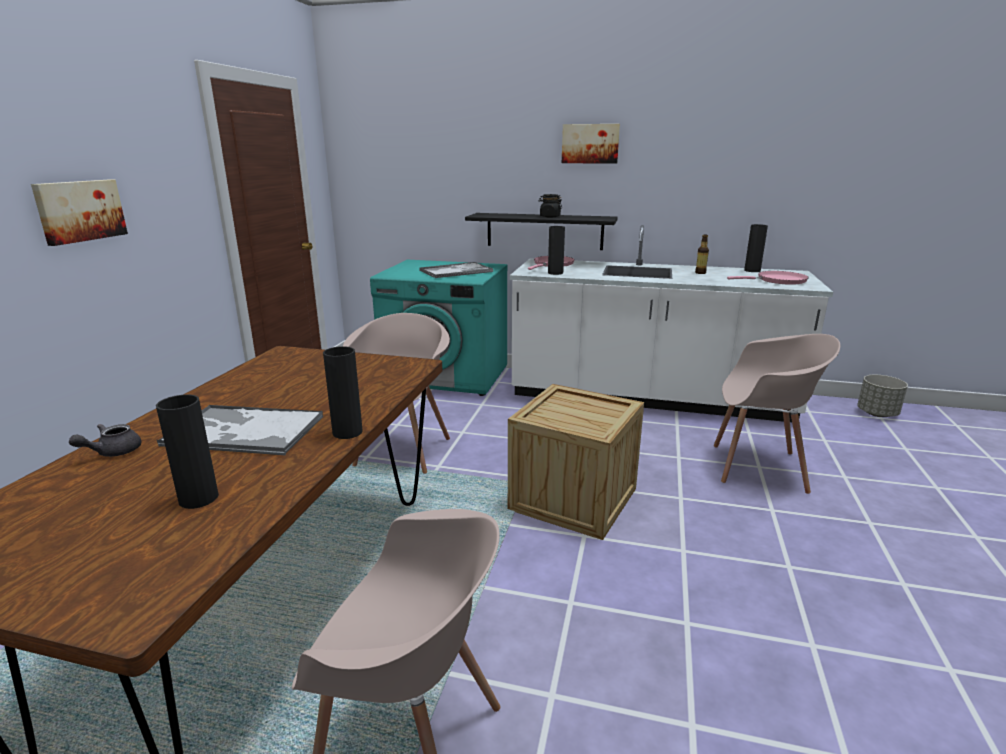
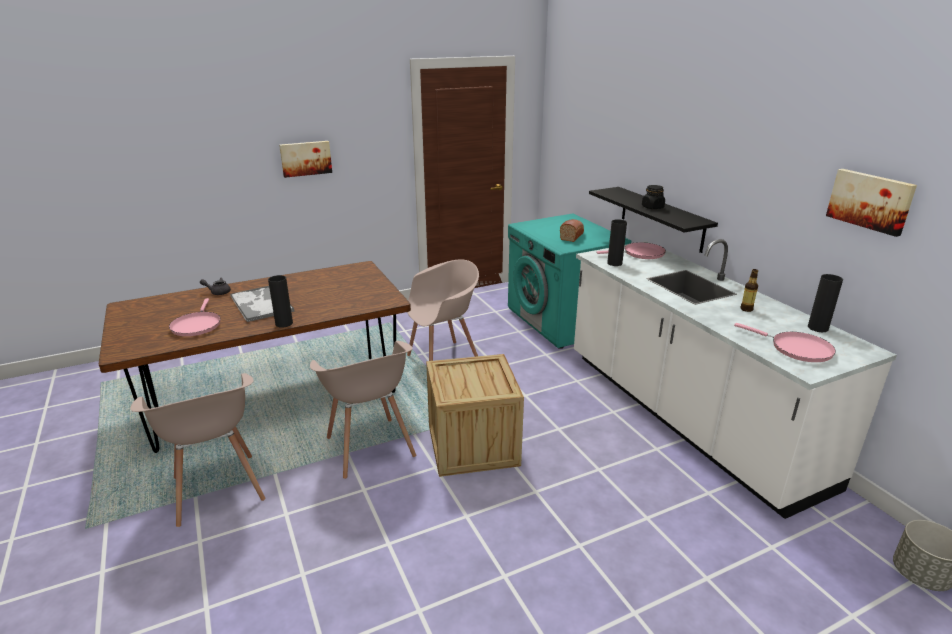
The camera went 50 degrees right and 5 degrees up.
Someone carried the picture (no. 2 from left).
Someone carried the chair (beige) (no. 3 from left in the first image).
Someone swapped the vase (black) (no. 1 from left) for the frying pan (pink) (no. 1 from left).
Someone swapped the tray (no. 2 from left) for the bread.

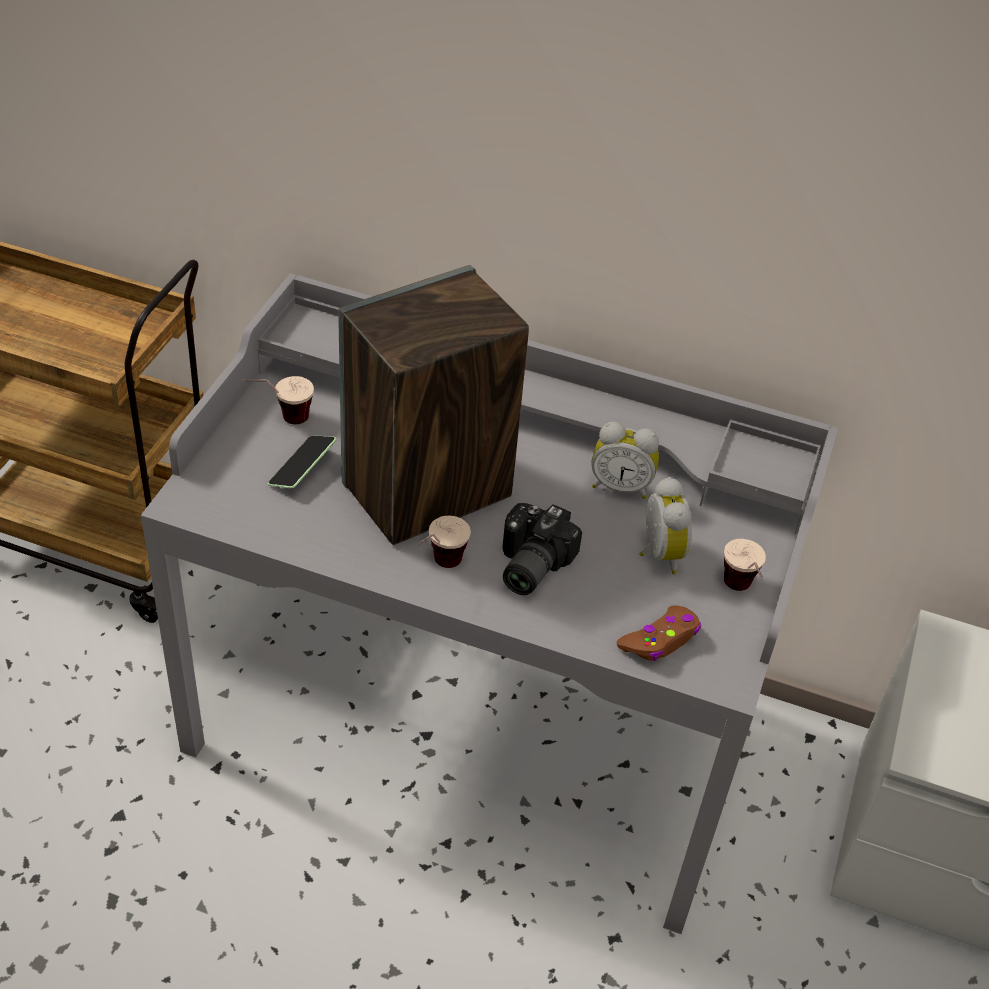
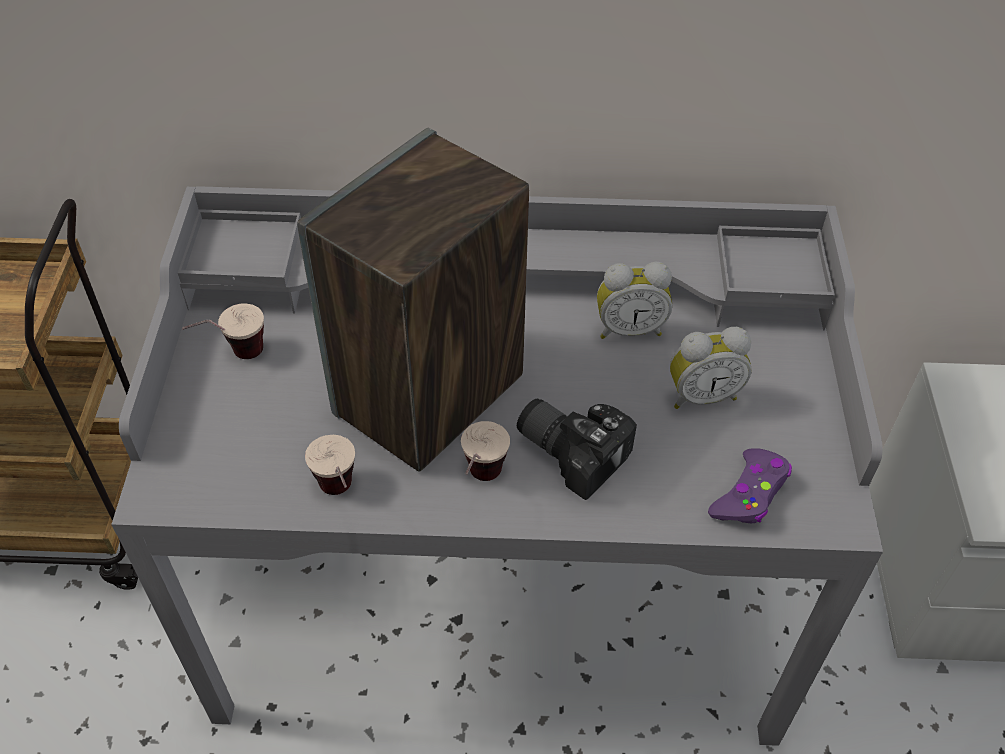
The camera went 15 degrees left and 5 degrees up.
Someone took away the phone.
Someone carried the cup (no. 3 from left in the first image).
Someone repainted the game controller (brown), which became the game controller (purple).
Someone rotated the photo camera by 120 degrees clockwise.
Someone rotated the alarm clock (no. 2 from left) by 105 degrees clockwise.

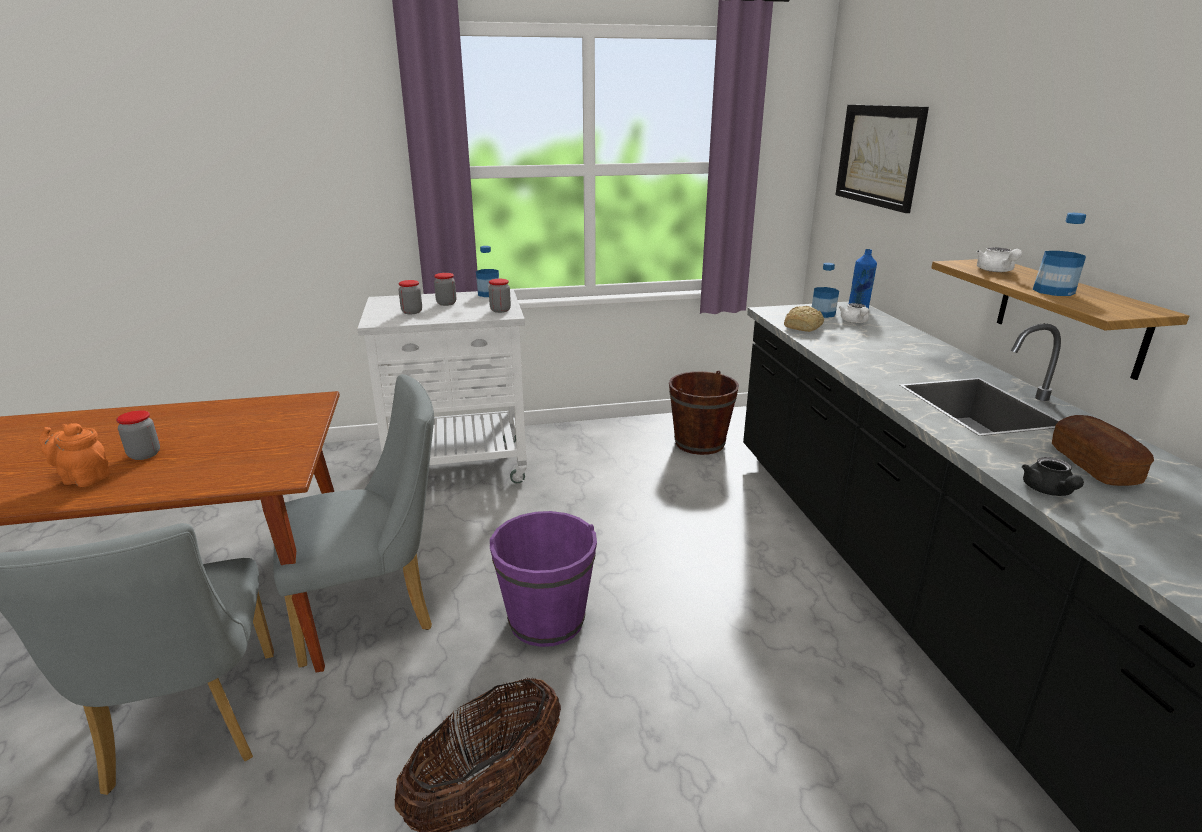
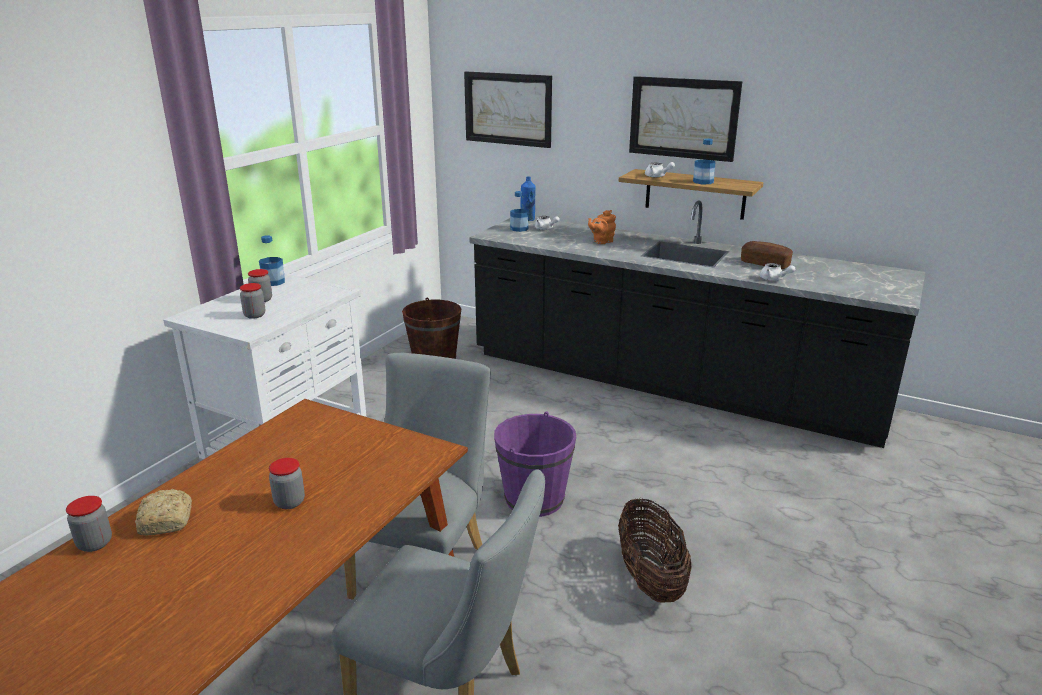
The camera went 50 degrees left and 0 degrees up.
Someone put up the picture (no. 2 from left).
Someone carried the teapot (orange).
Someone carried the jar (no. 4 from left in the first image).
Someone carried the bread (no. 1 from left).
Someone repainted the teapot (black), which became the teapot (white) (no. 3 from left).

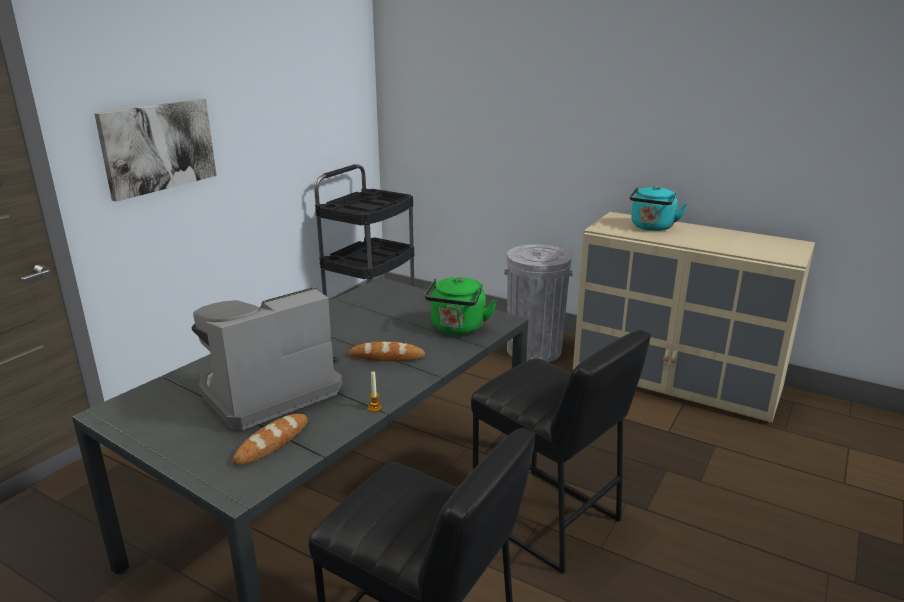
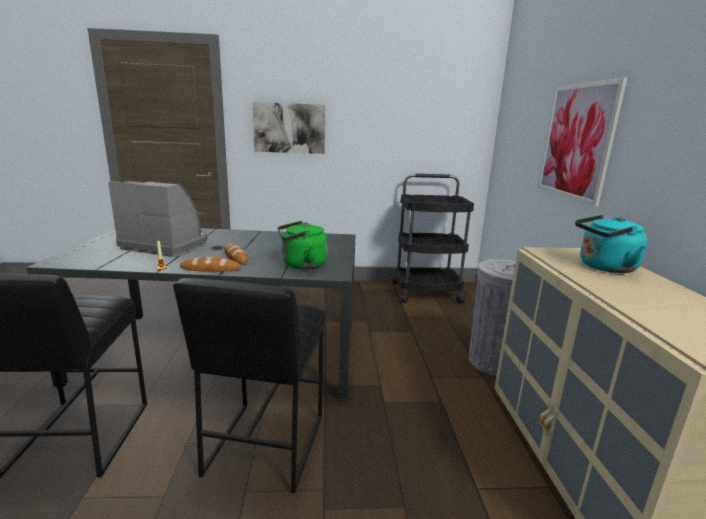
The camera went 55 degrees right and 5 degrees down.
Someone put up the picture (no. 2 from left).
Someone carried the bread (no. 1 from left).

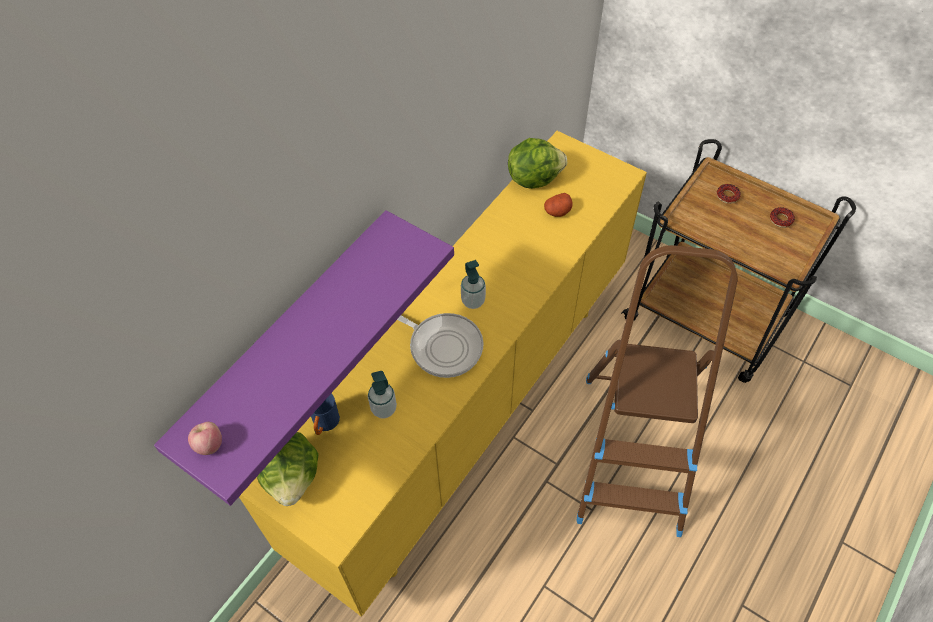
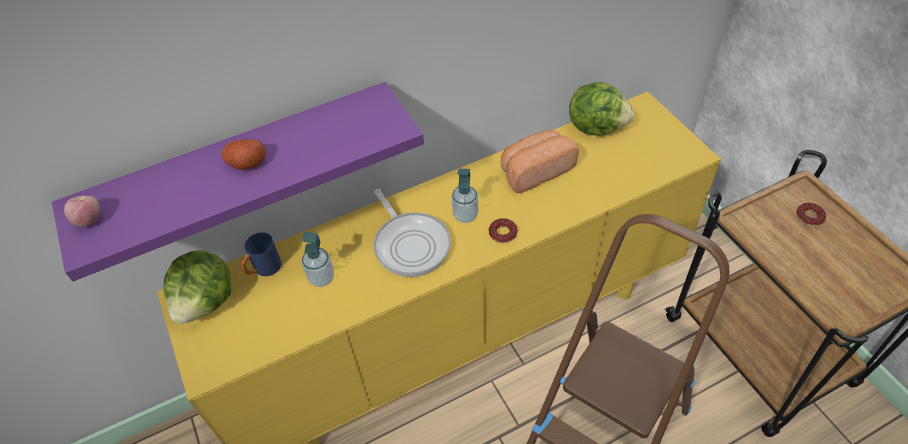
The camera went 30 degrees right and 5 degrees down.
Someone put down the bread.
Someone carried the potato.
Someone carried the donut (no. 2 from left in the first image).

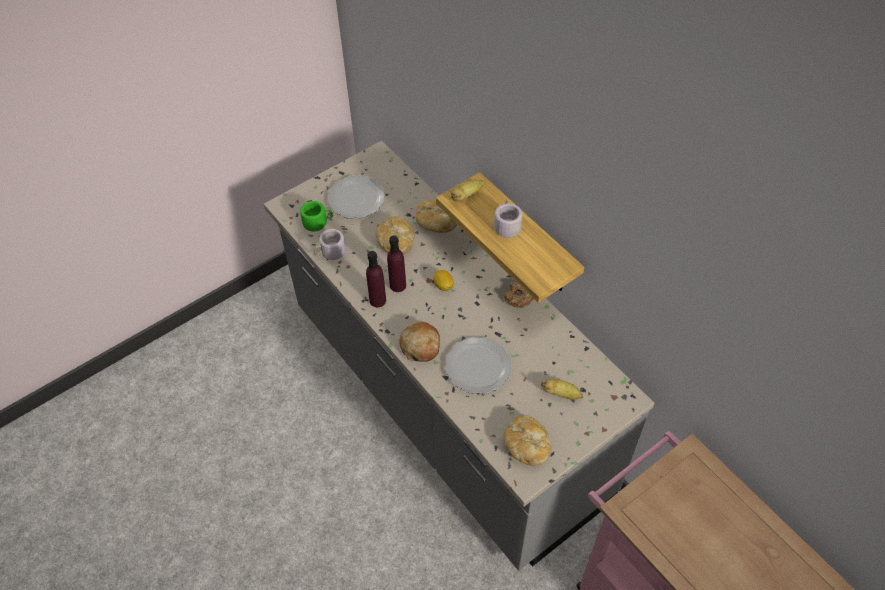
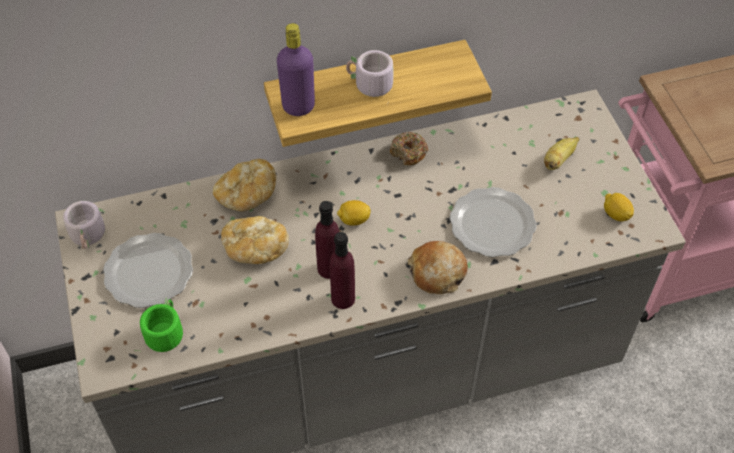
The camera went 70 degrees left and 0 degrees up.
Someone carried the mug (grey) (no. 1 from left).
Someone swapped the banana (no. 1 from left) for the bottle (purple) (no. 1 from left).
Someone swapped the bread (no. 4 from left) for the lemon (no. 2 from left).

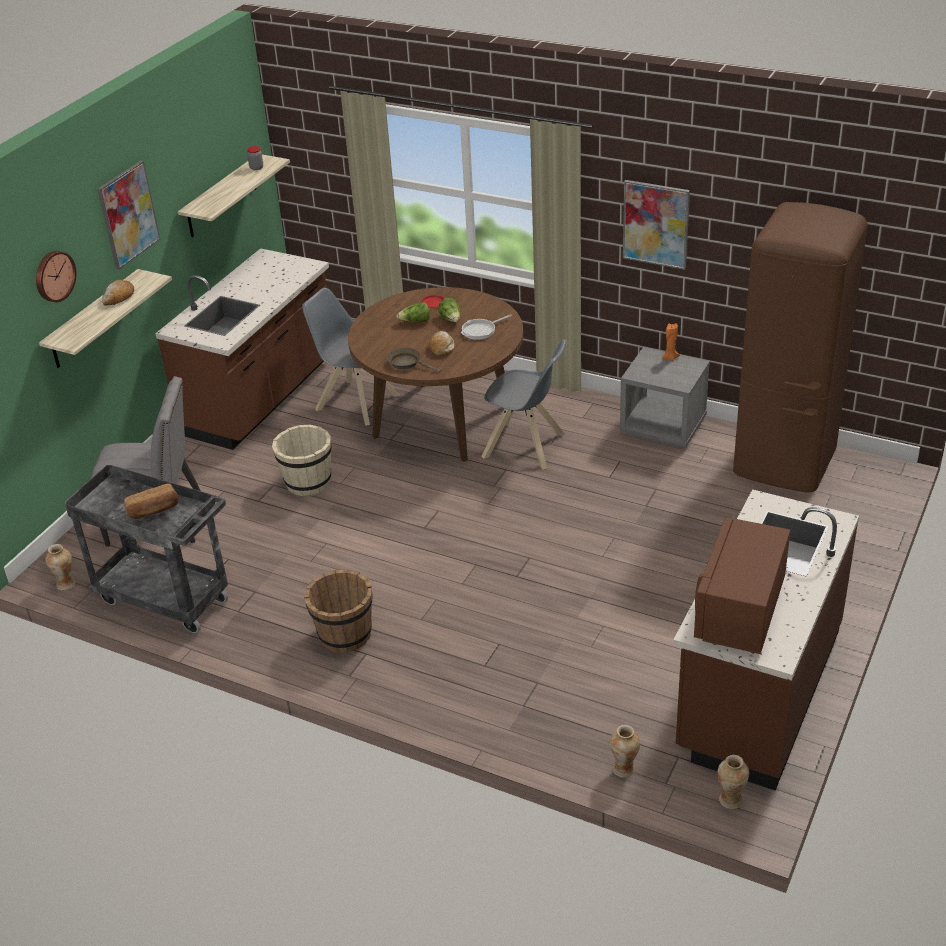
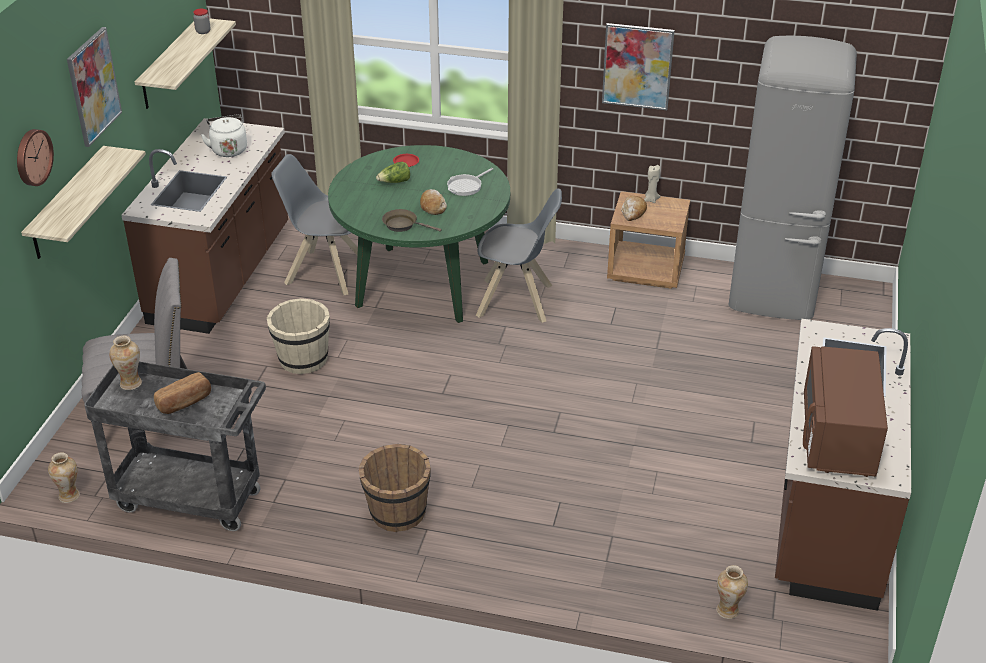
The camera went 15 degrees left and 0 degrees up.
Someone took away the lettuce (no. 2 from left).
Someone put down the kettle (white).
Someone carried the bread (no. 1 from left in the first image).
Someone carried the vase (no. 3 from left in the first image).
Someone repainted the dining table (brown), which became the dining table (green).
Someone repainted the nightstand (grey), which became the nightstand (brown).
Someone repainted the candle (orange), which became the candle (beige).
Someone repainted the fridge (brown), which became the fridge (grey).

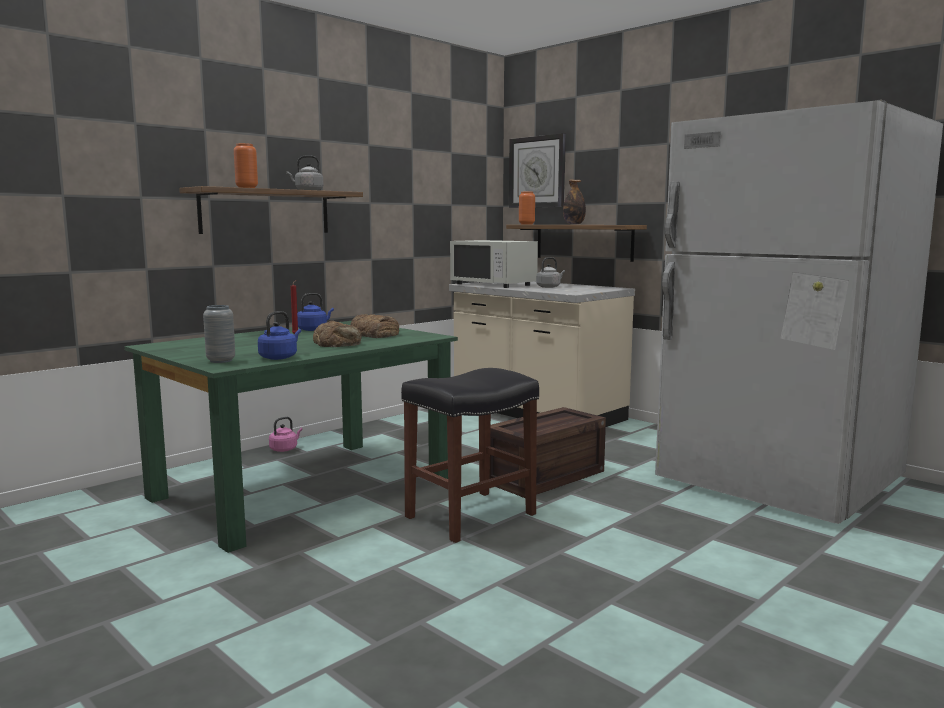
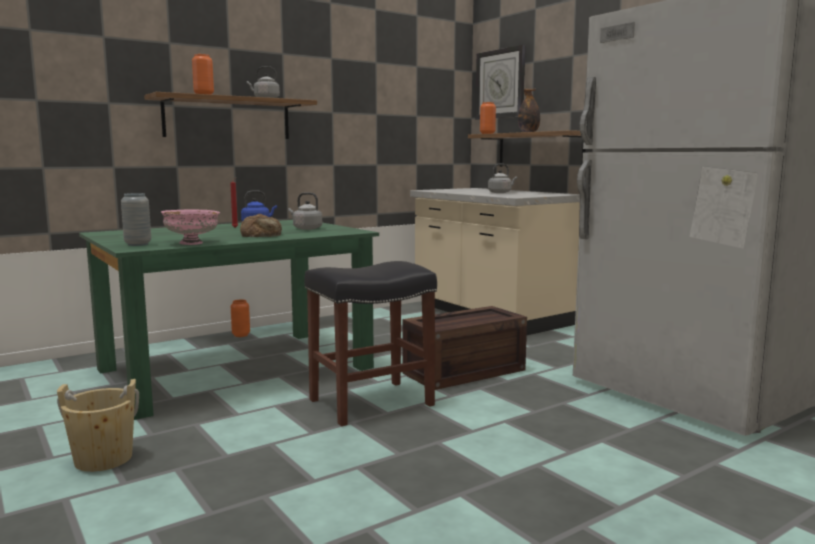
The camera went 10 degrees right and 0 degrees up.
Someone took away the microwave (white).
Someone put down the bucket (beige).
Someone swapped the kettle (blue) (no. 1 from left) for the bowl (pink).
Someone swapped the kettle (pink) for the vase (orange) (no. 2 from left).
Someone swapped the bread (no. 2 from left) for the kettle (grey) (no. 2 from left).

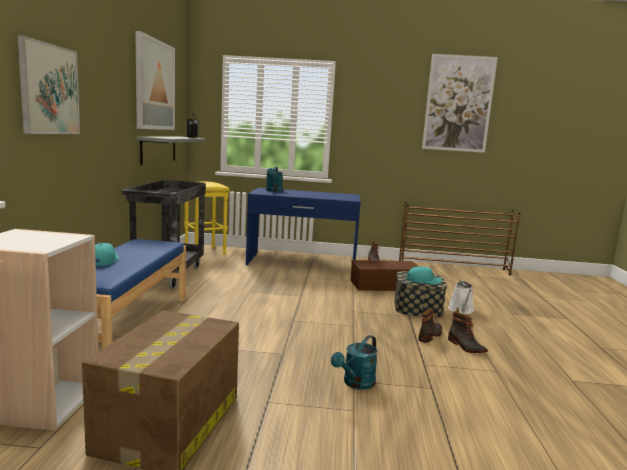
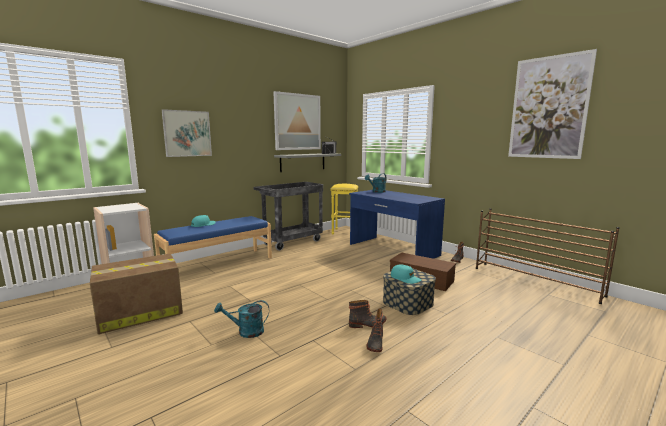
The camera went 45 degrees right and 0 degrees up.
Someone took away the watering can (white).

